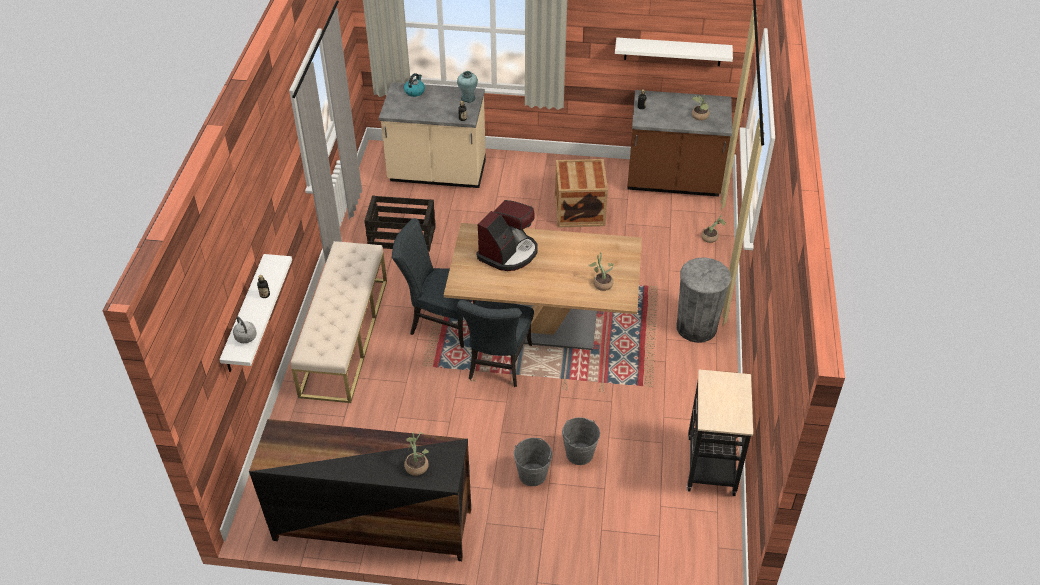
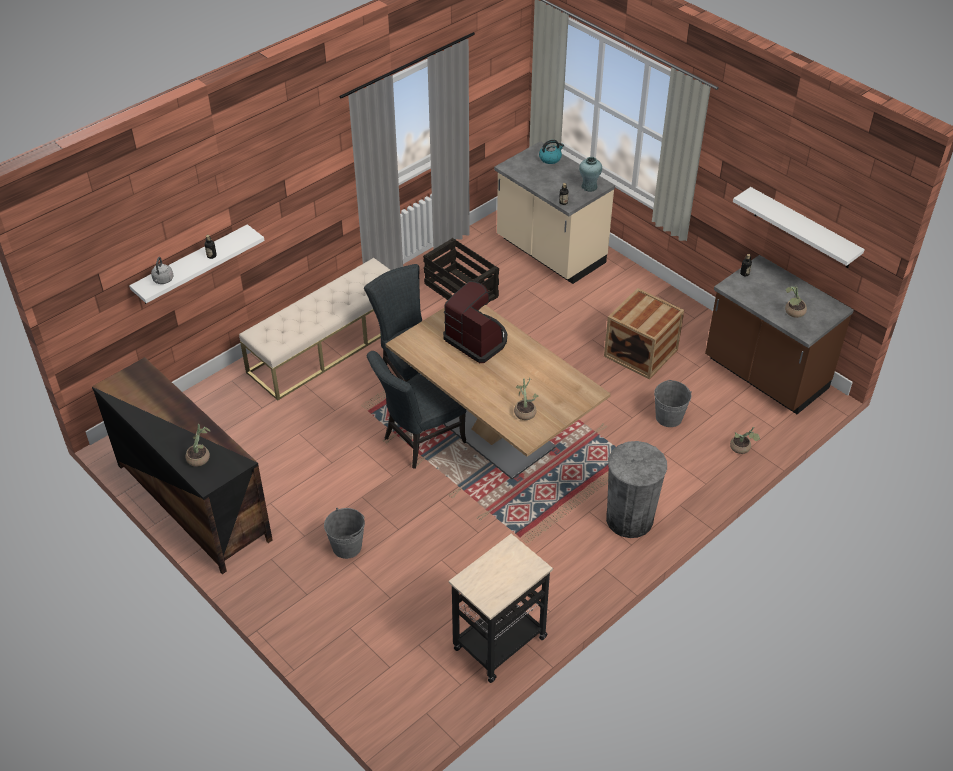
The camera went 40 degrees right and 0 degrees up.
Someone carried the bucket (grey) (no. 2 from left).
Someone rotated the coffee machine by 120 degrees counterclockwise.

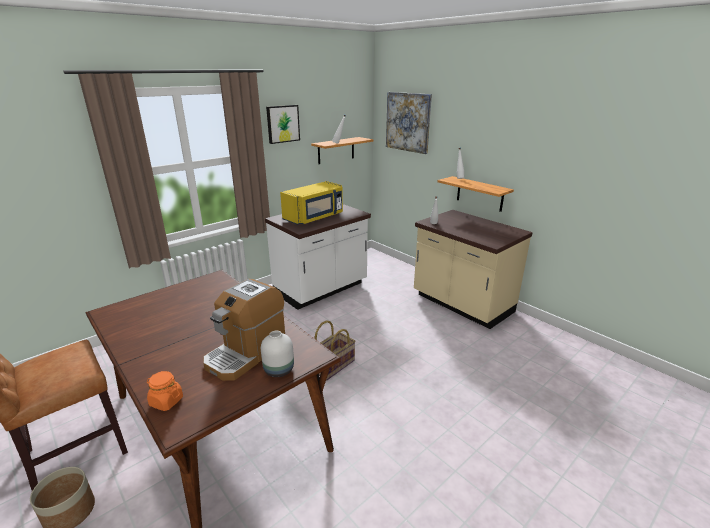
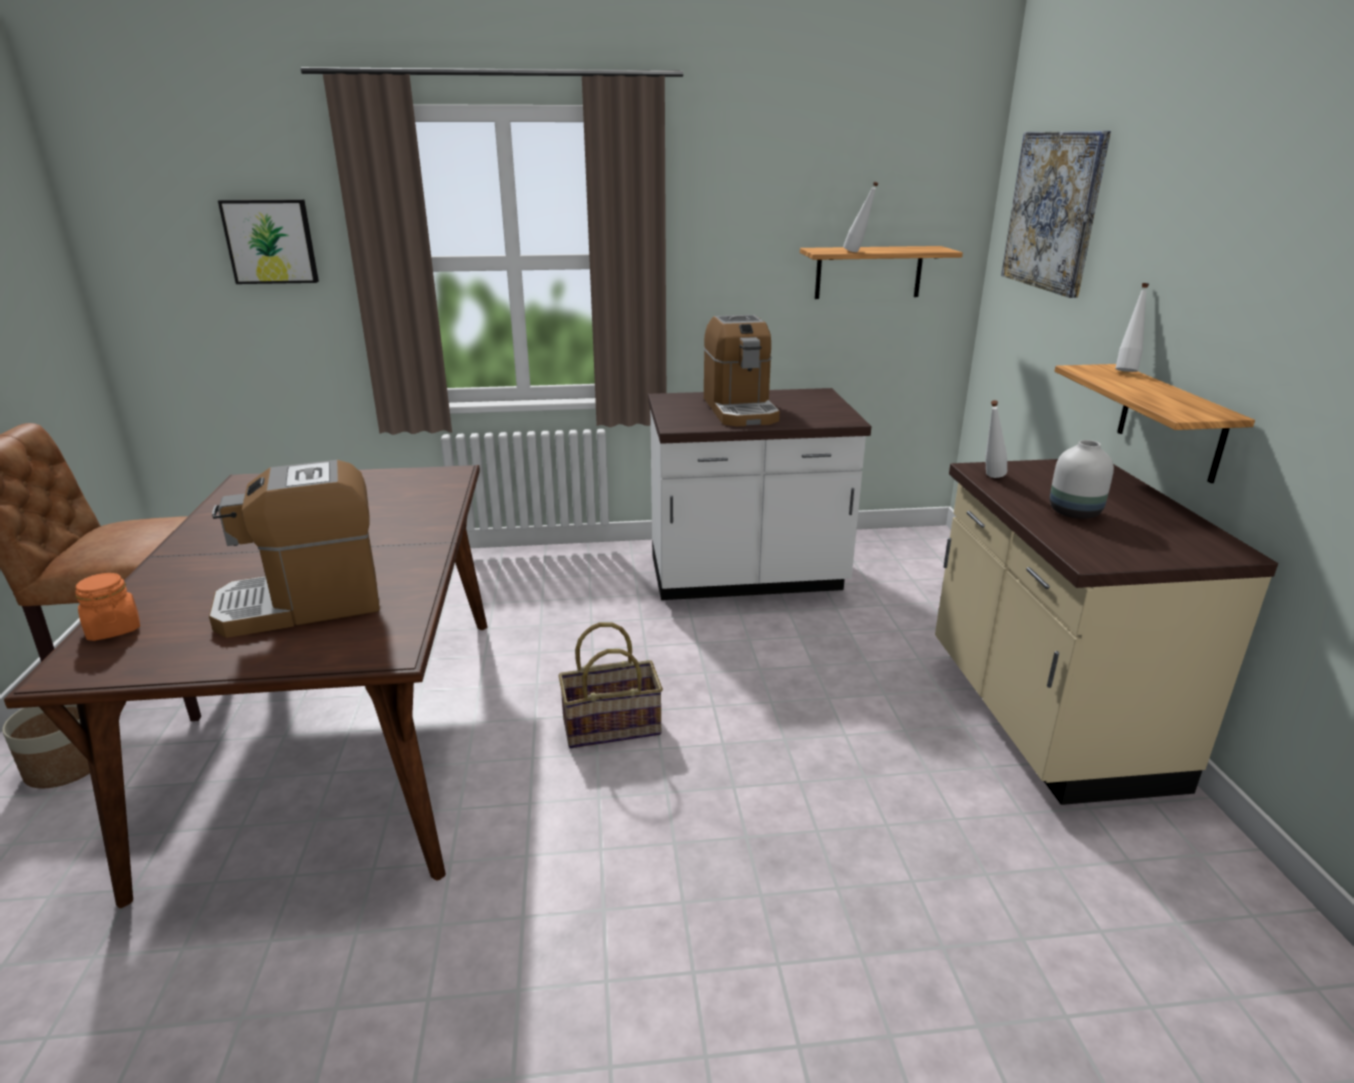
The camera went 35 degrees right and 0 degrees up.
Someone carried the vase (white).
Someone carried the picture (no. 1 from left).
Someone swapped the microwave (yellow) for the coffee machine (no. 2 from left).

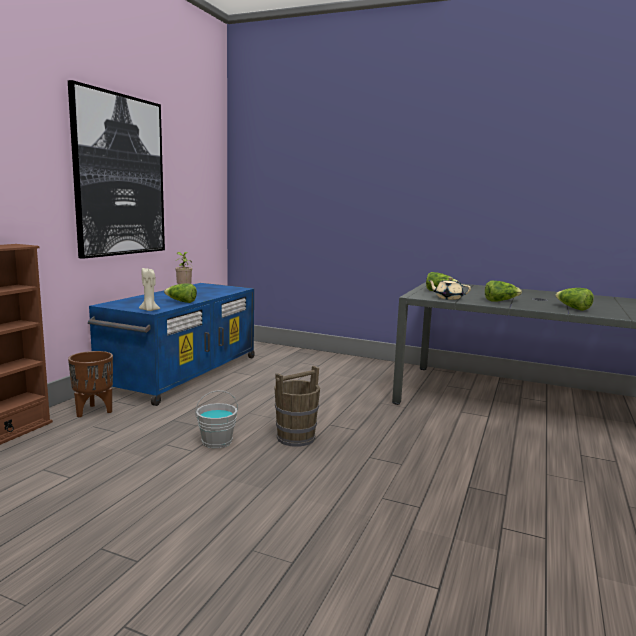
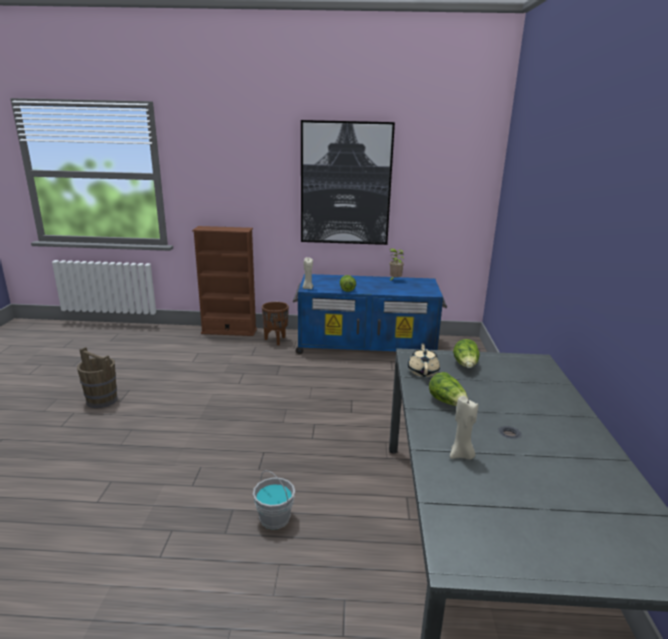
The camera went 70 degrees right and 10 degrees up.
Someone carried the bucket (grey).
Someone carried the bucket (brown).
Someone swapped the lettuce (no. 4 from left) for the candle (beige) (no. 2 from left).

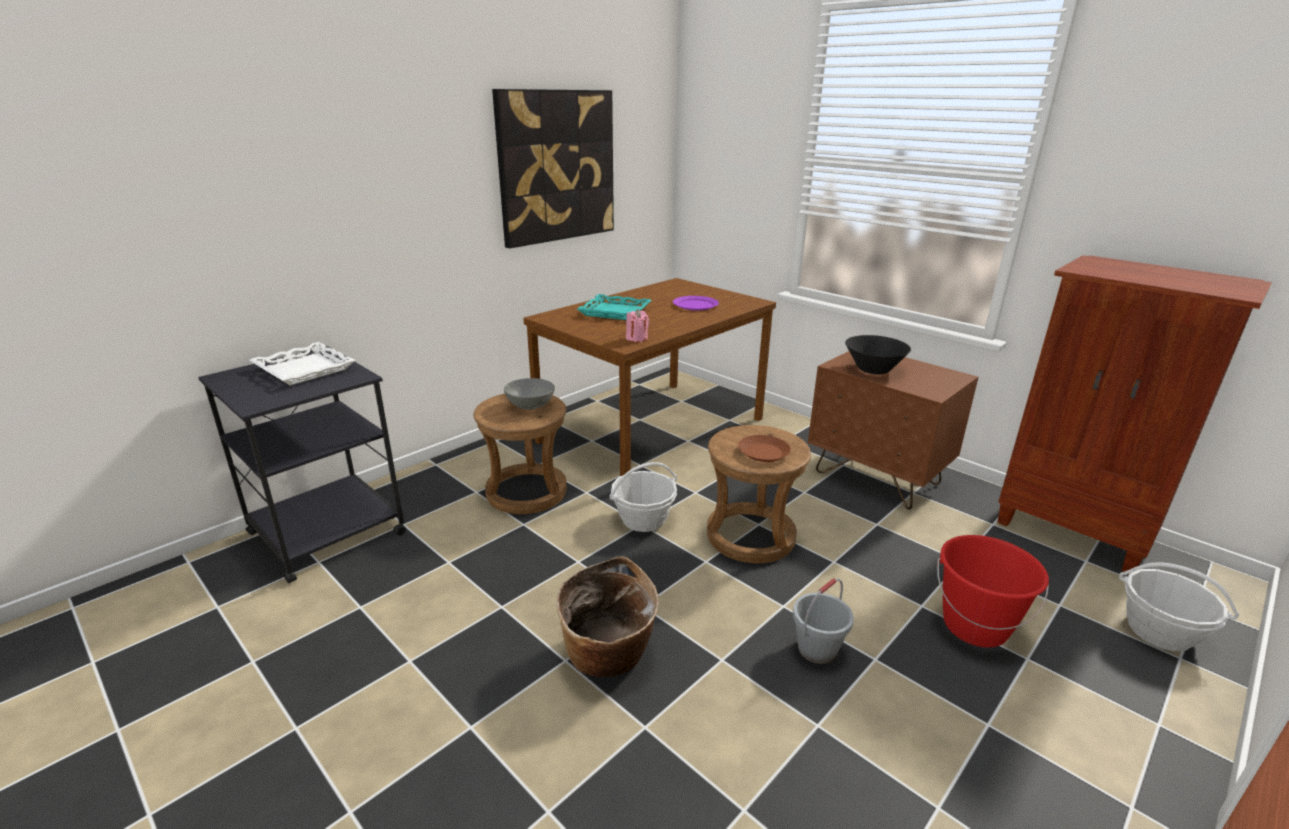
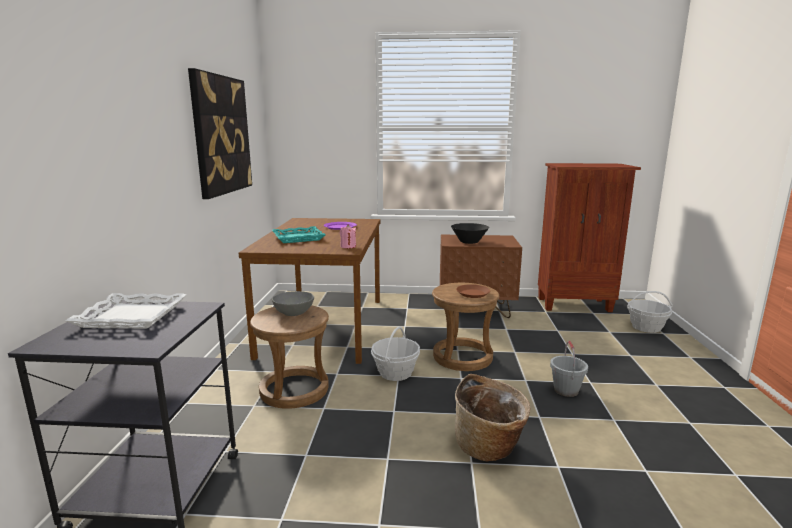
The camera went 40 degrees left and 10 degrees down.
Someone took away the bucket (red).

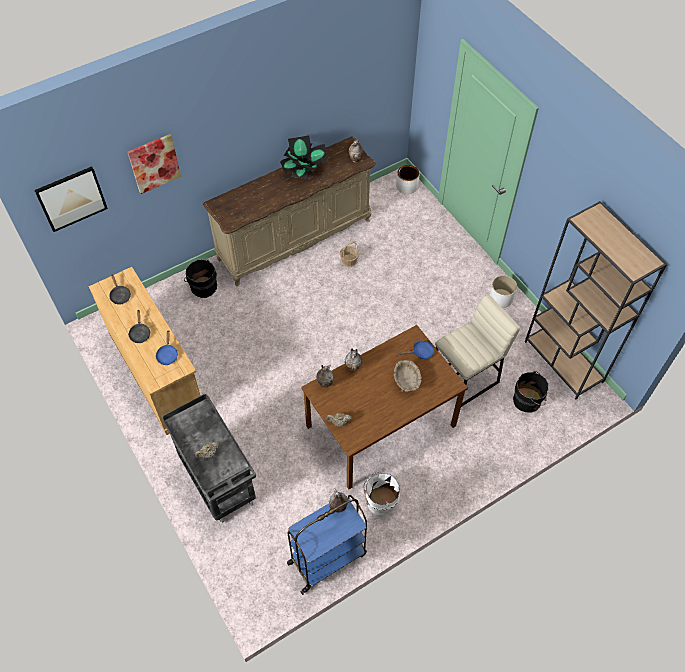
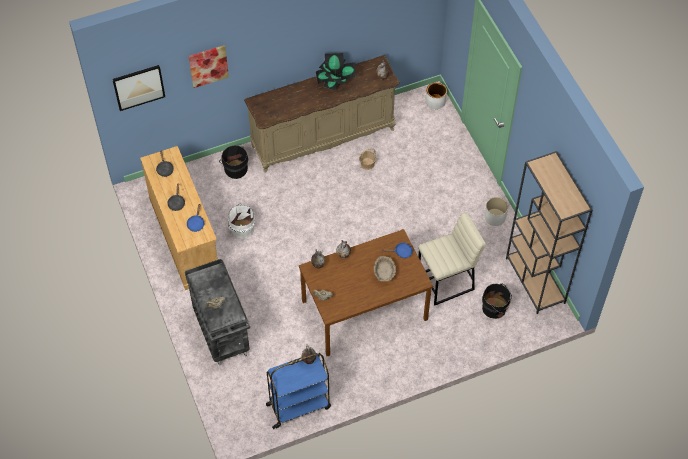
The camera went 10 degrees right and 0 degrees up.
Someone carried the bucket (white).

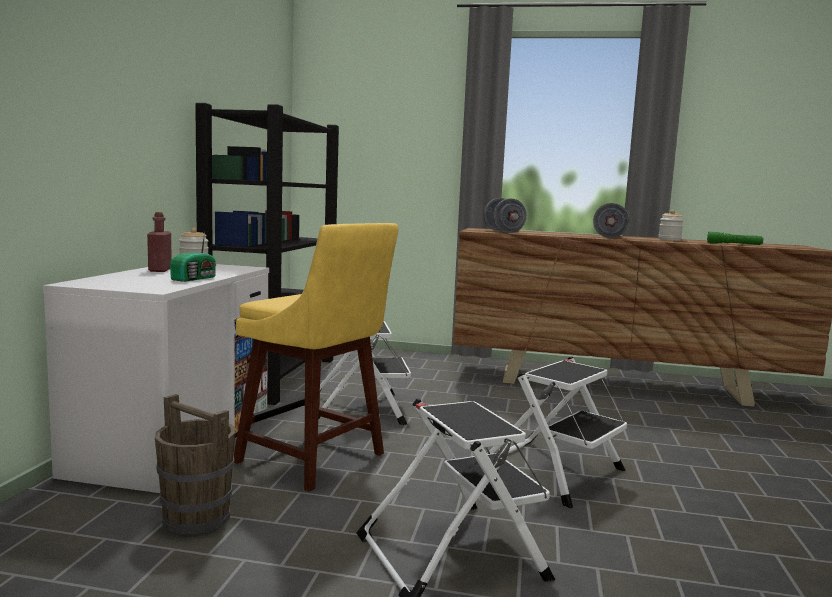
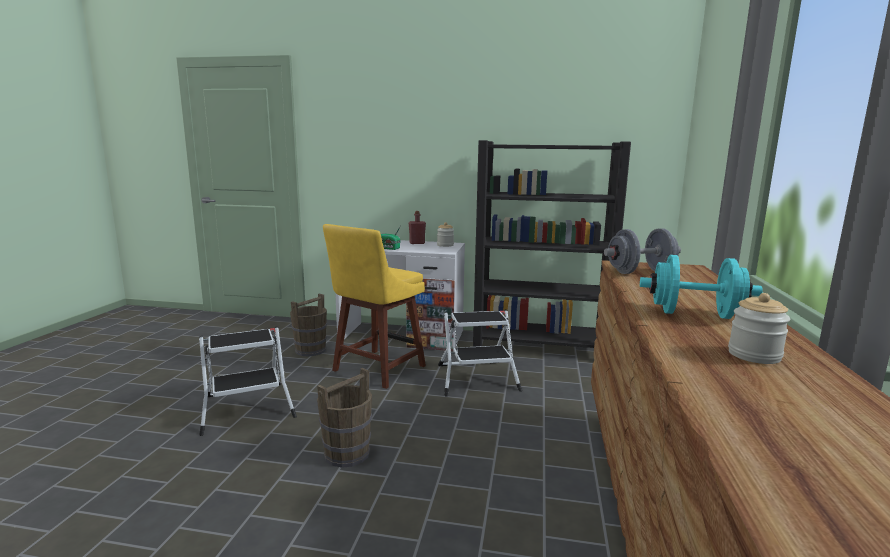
The camera went 90 degrees right and 5 degrees up.
Someone took away the flashlight (green).
Someone swapped the step ladder (no. 3 from left) for the bucket (brown) (no. 2 from left).
Someone repainted the dumbbell (grey) (no. 2 from left), which became the dumbbell (turquoise).

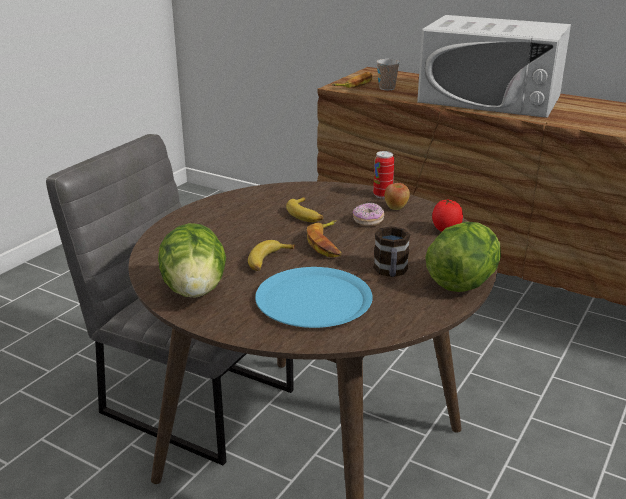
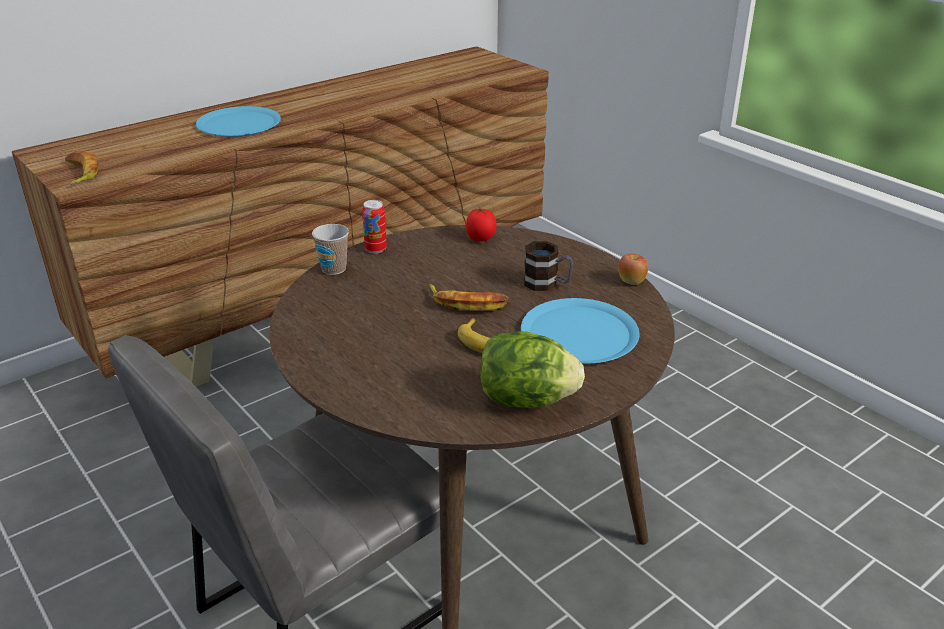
The camera went 70 degrees left and 5 degrees up.
Someone took away the banana (no. 2 from left).
Someone took away the donut.
Someone took away the lettuce (no. 2 from left).
Someone carried the cup.
Someone carried the apple.
Someone swapped the microwave (white) for the plate (blue) (no. 1 from left).

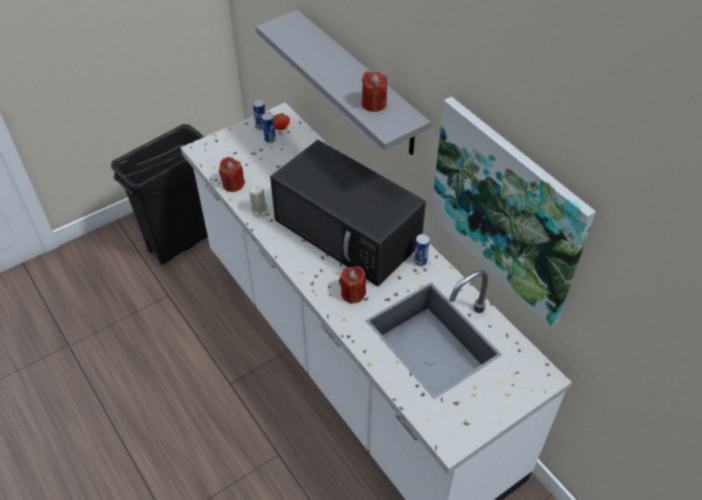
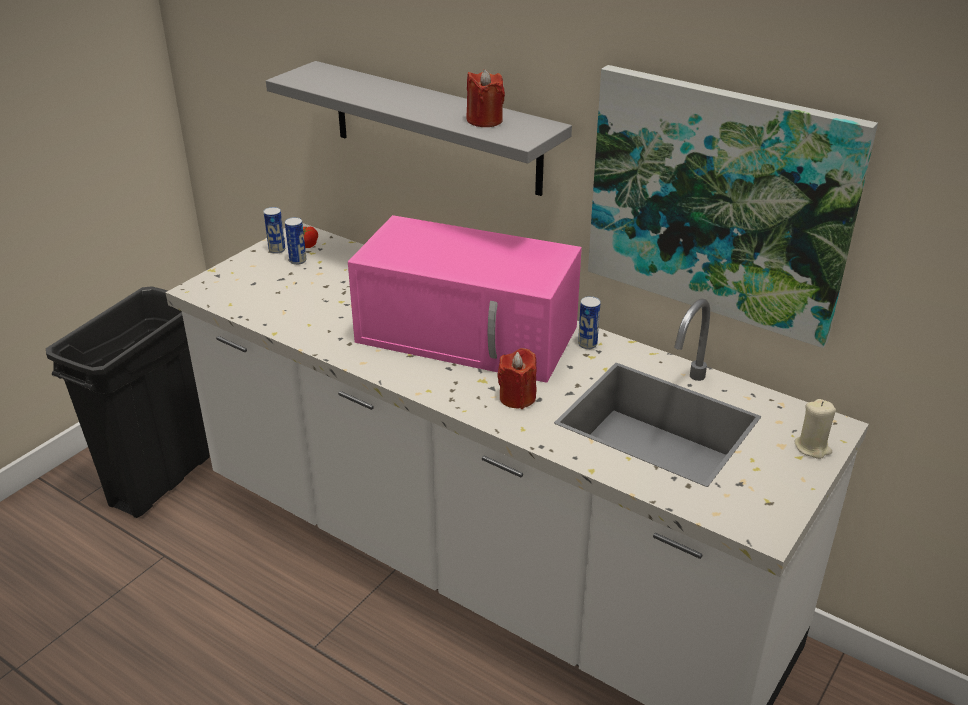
The camera went 20 degrees left and 15 degrees down.
Someone took away the candle (red) (no. 1 from left).
Someone carried the candle (beige).
Someone repainted the microwave (black), which became the microwave (pink).

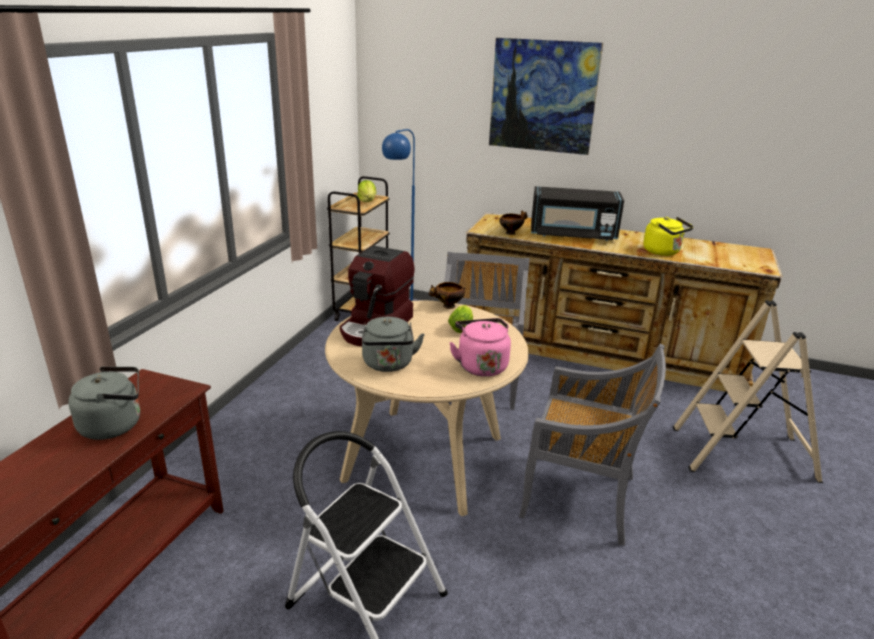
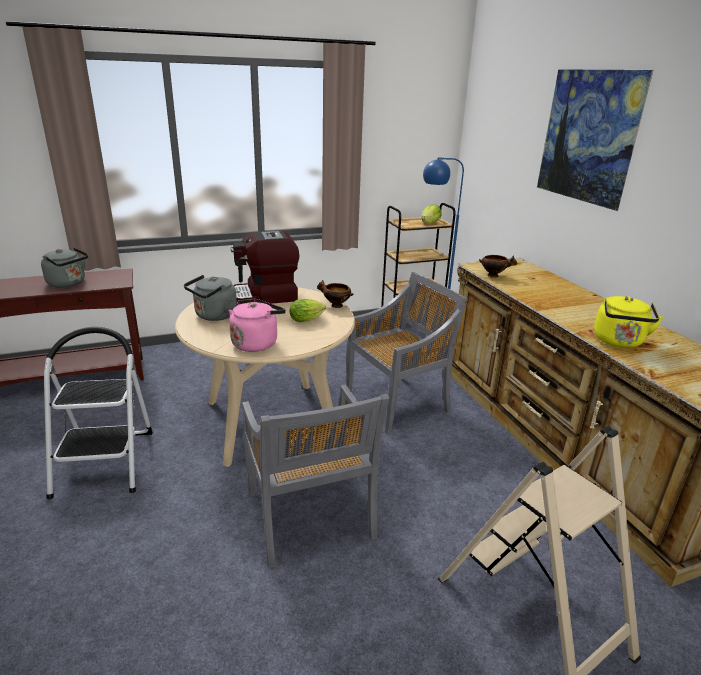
The camera went 50 degrees right and 0 degrees up.
Someone took away the microwave (black).

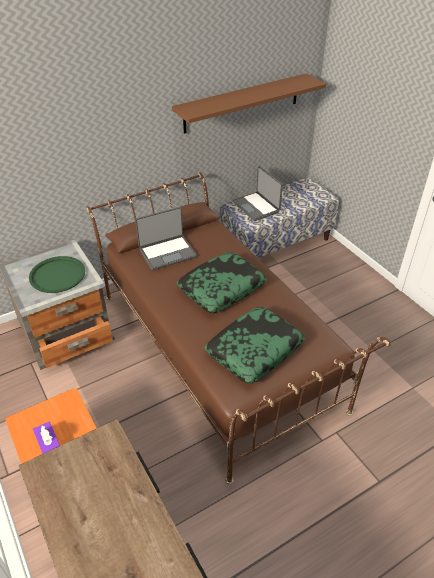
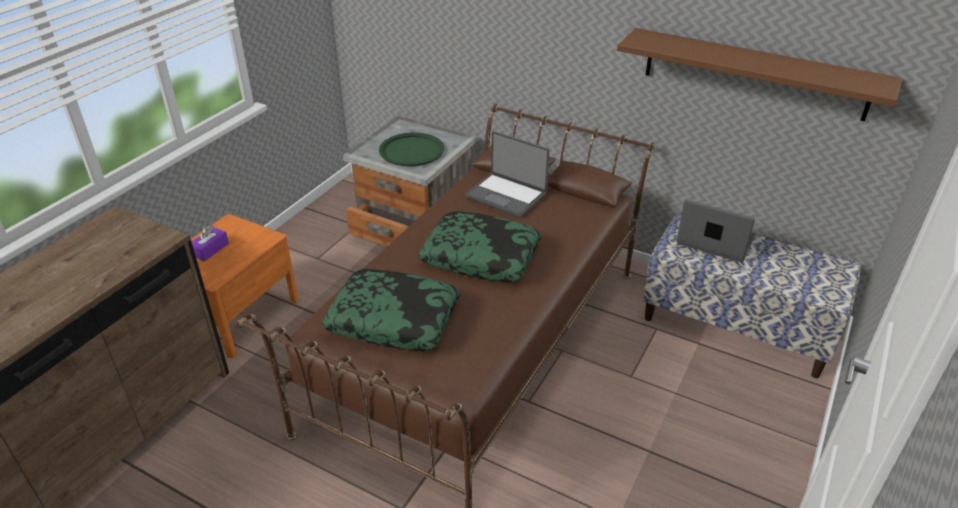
The camera went 60 degrees right and 5 degrees down.
Someone rotated the laptop (no. 2 from left) by 90 degrees clockwise.

